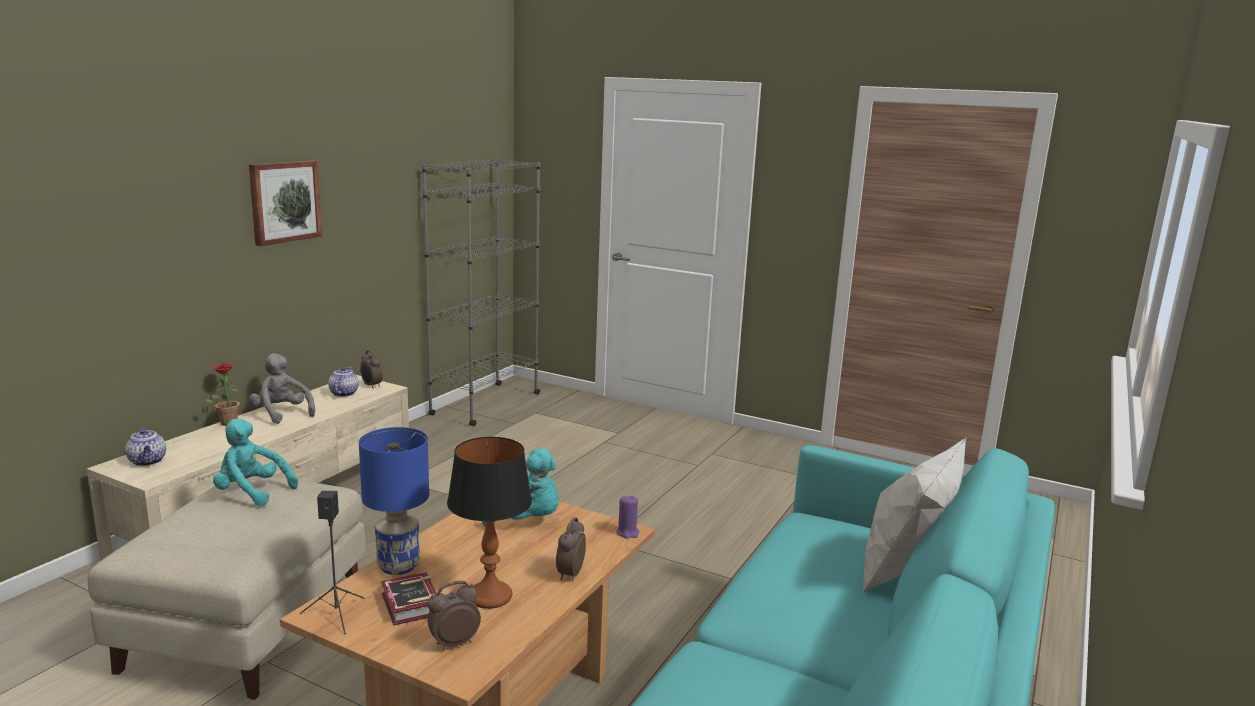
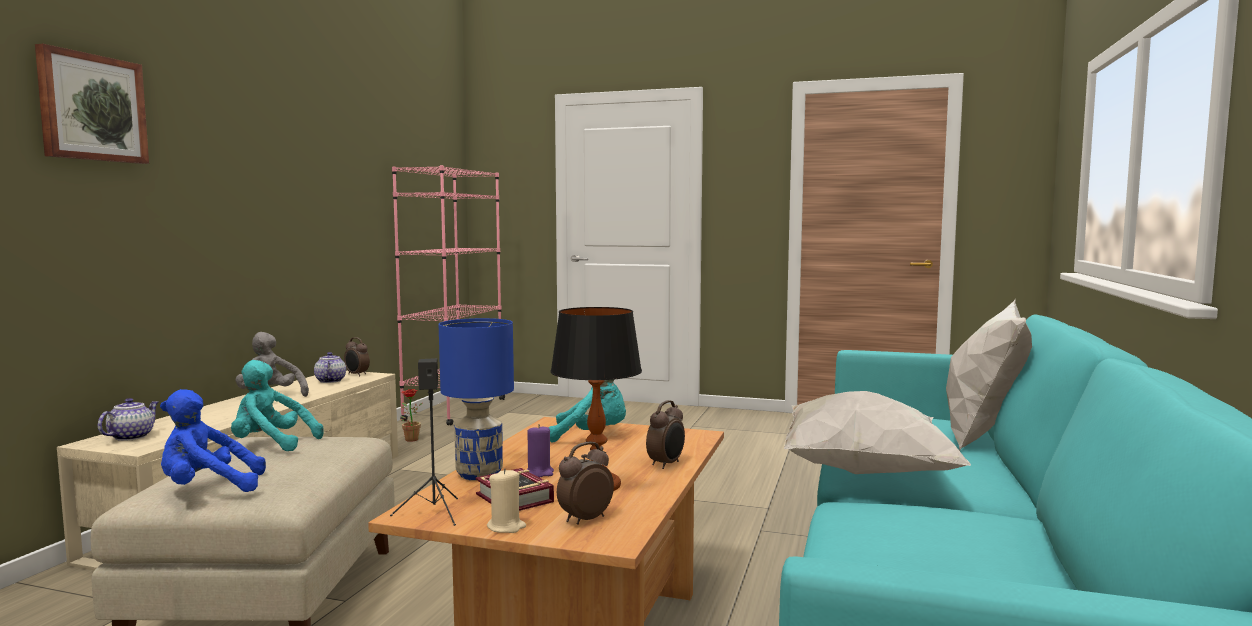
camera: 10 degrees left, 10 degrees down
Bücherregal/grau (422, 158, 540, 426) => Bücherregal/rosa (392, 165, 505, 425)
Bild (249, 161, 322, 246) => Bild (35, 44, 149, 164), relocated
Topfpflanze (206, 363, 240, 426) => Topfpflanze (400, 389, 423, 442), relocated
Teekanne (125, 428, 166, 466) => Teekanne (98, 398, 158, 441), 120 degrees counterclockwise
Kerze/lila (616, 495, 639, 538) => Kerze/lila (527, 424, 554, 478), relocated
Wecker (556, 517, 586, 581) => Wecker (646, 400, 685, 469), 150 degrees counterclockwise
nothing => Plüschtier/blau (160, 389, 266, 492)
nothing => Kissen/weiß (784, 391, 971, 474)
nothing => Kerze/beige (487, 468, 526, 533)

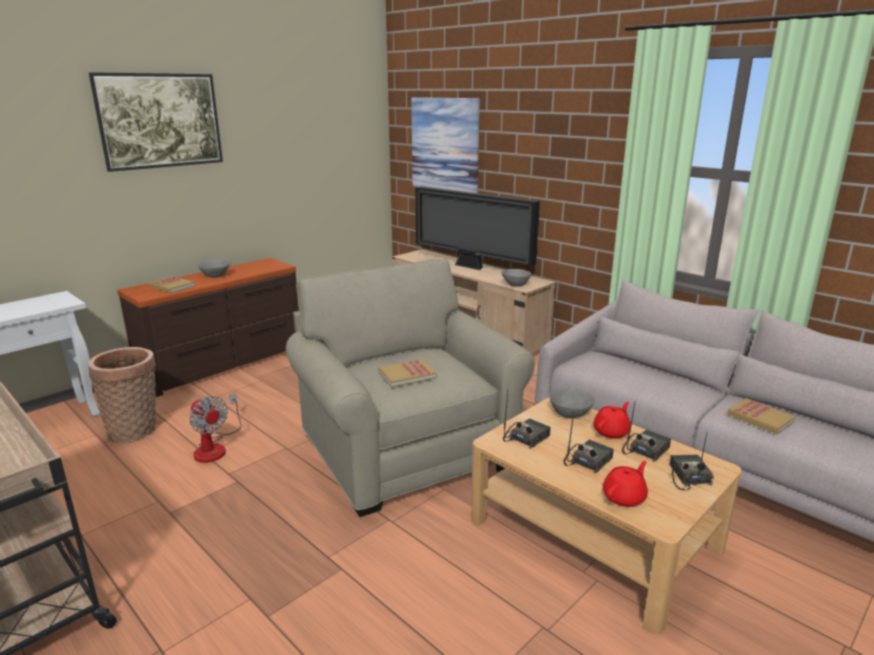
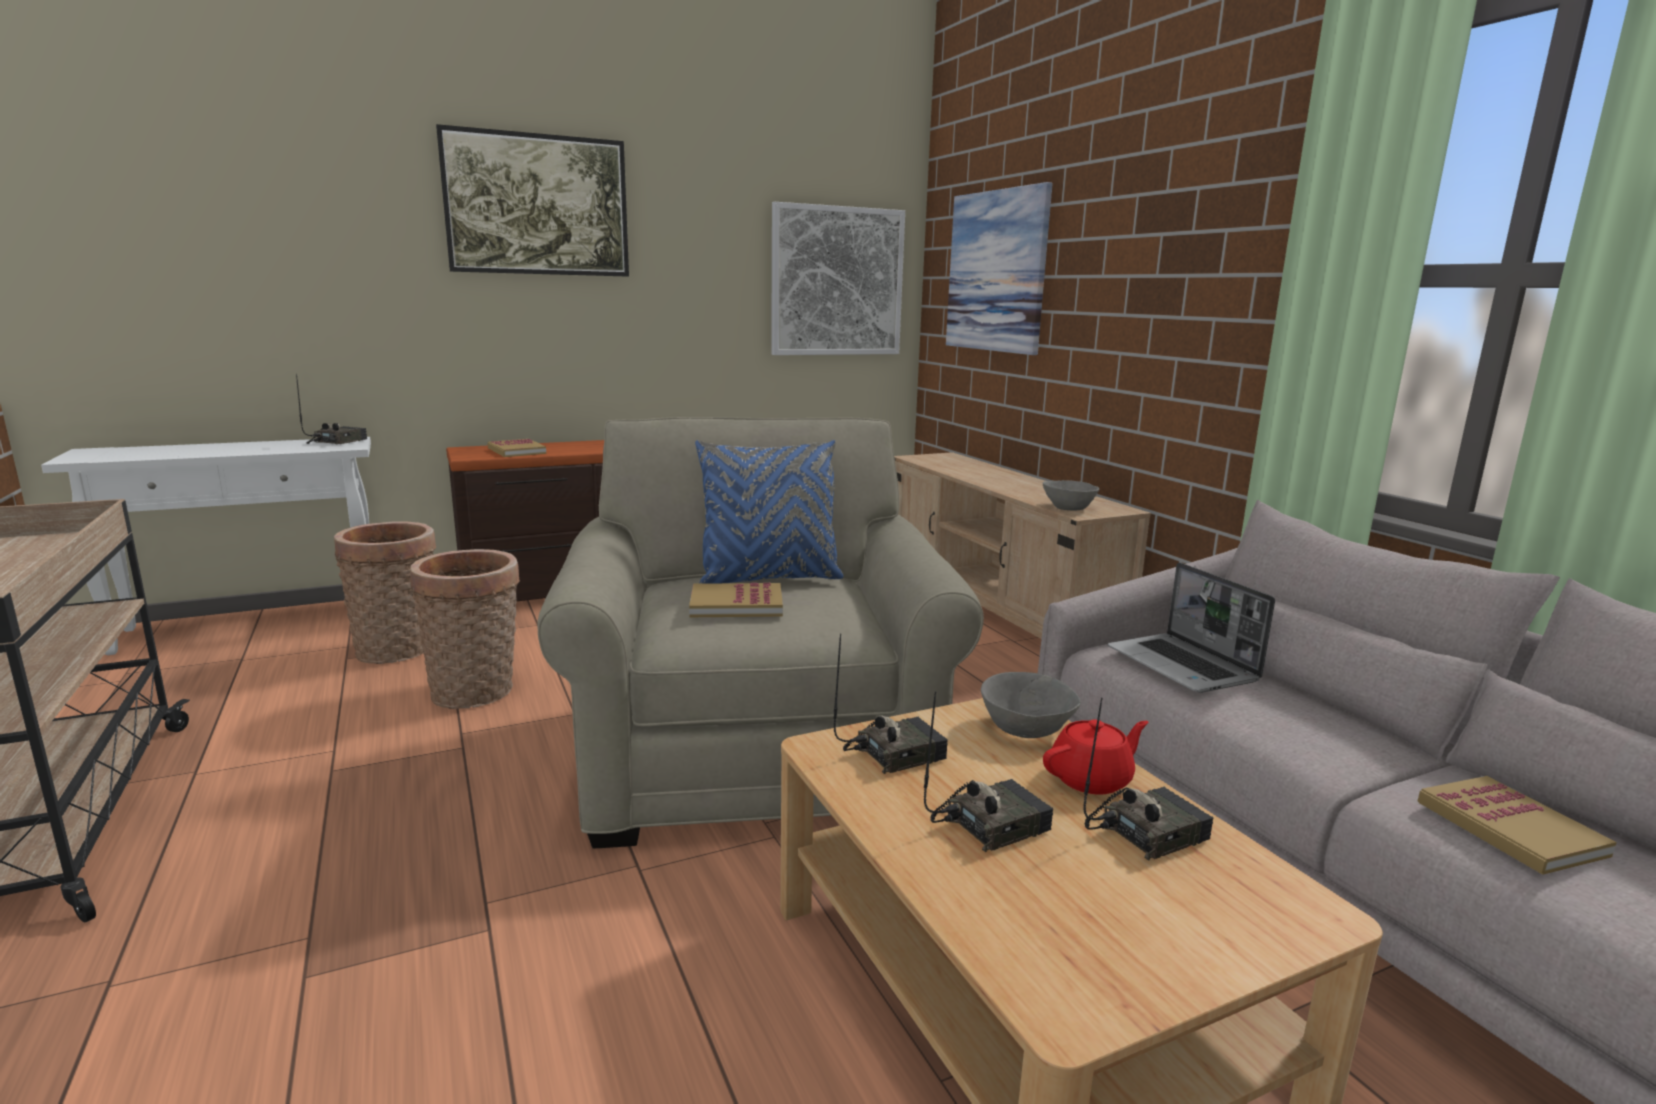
camera: 20 degrees right, 5 degrees down
Fernseher (415, 186, 540, 270) => nothing
Schüssel/grau (198, 259, 230, 277) => nothing
Ventilator (189, 392, 241, 463) => Korb (410, 549, 520, 709)
Radio (670, 433, 714, 491) => Radio (296, 373, 367, 444), relocated
Teekanne/rot (603, 461, 648, 507) => nothing
nothing => Bild (771, 202, 905, 355)
nothing => Kissen/blau (695, 440, 843, 584)
nothing => Laptop (1108, 562, 1275, 693)

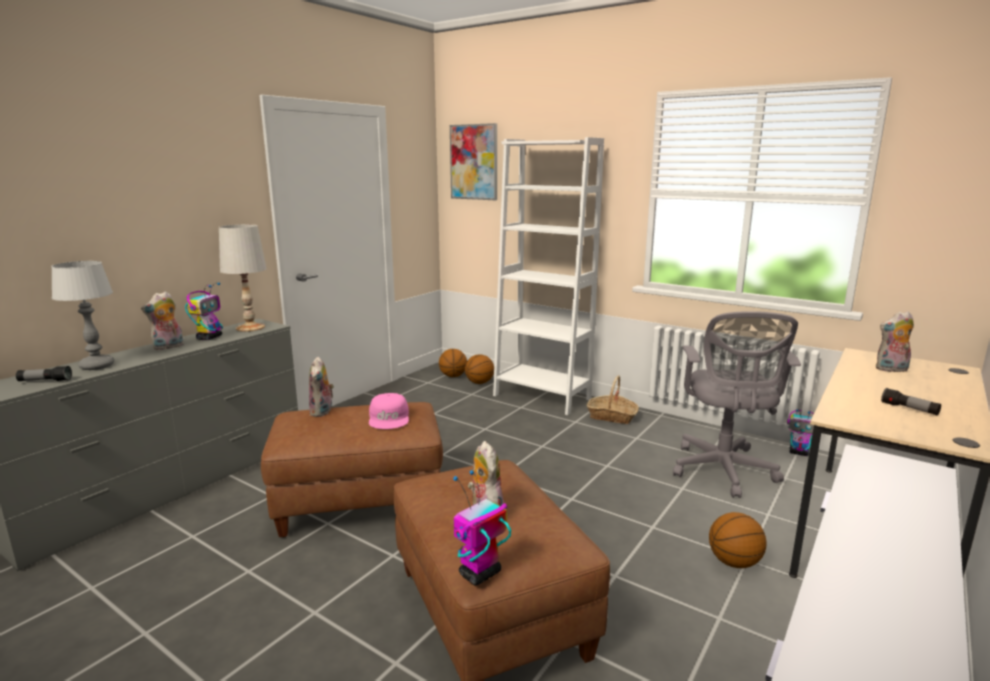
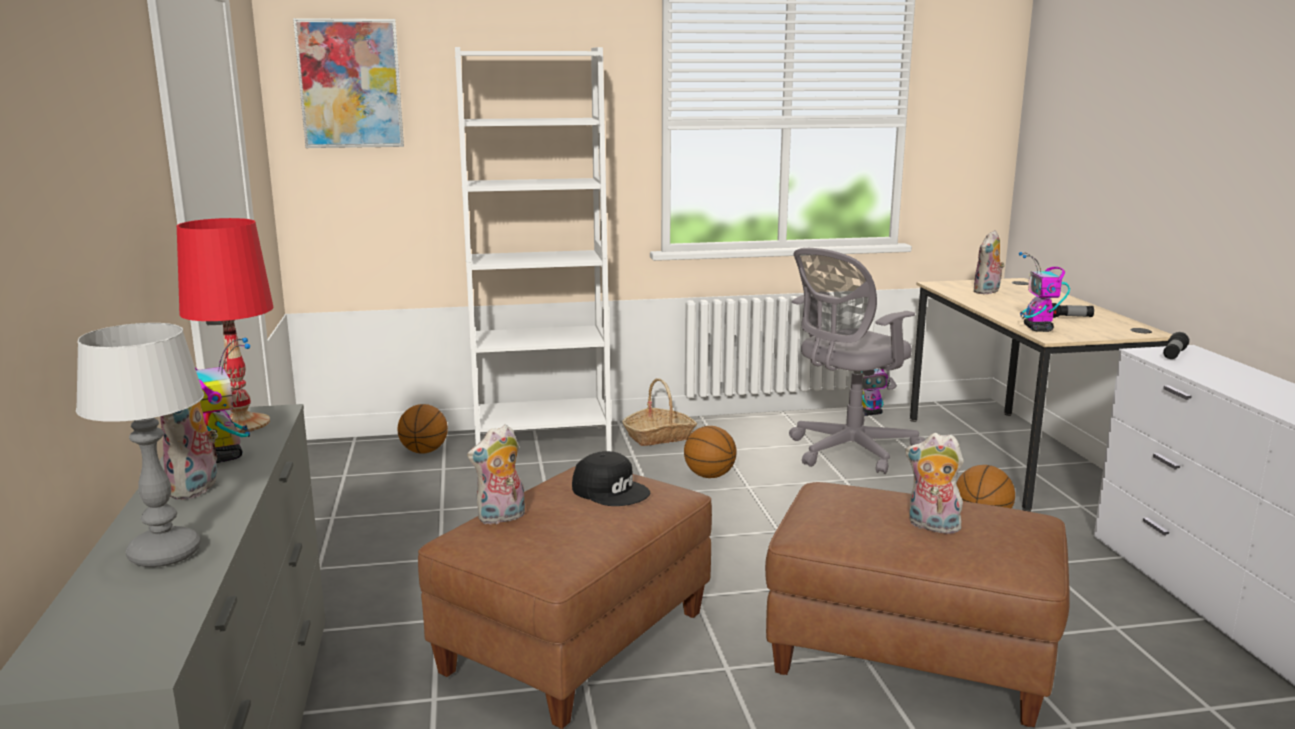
camera: 45 degrees left, 0 degrees up
Tischlampe/weiß (219, 224, 267, 332) => Tischlampe/rot (177, 218, 273, 433)
Bürostuhl/grau (673, 311, 801, 498) => Bürostuhl/grau (789, 248, 926, 474), 90 degrees clockwise
Basketball (439, 349, 467, 377) => Basketball (684, 426, 737, 478), relocated
Plüschtier (309, 357, 334, 417) => Plüschtier (467, 424, 525, 524), 105 degrees clockwise
Taschenlampe (16, 366, 72, 381) => Taschenlampe (1163, 332, 1190, 359), relocated
Kappe/rosa (369, 393, 409, 429) => Kappe/schwarz (572, 451, 650, 506)
Spielzeugroboter (453, 470, 511, 585) => Spielzeugroboter (1019, 252, 1070, 332), relocated

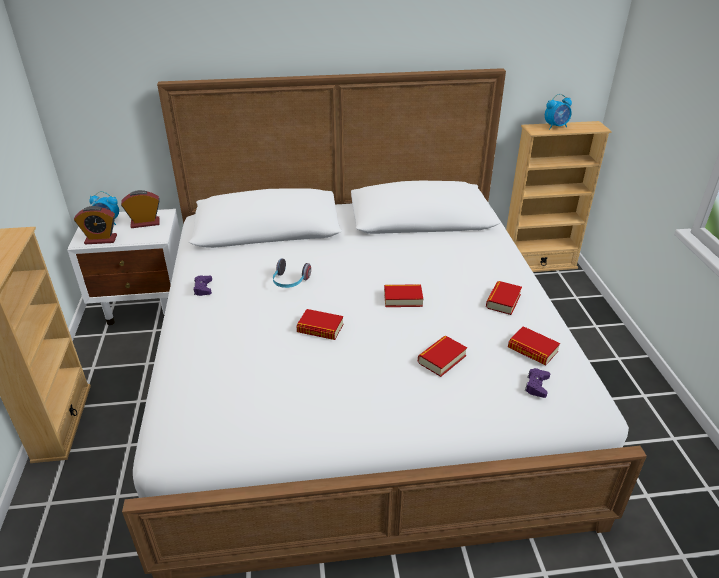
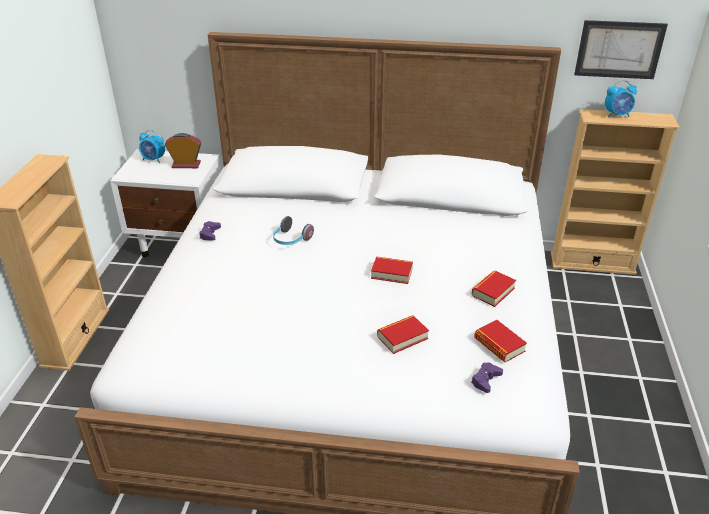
camera: 15 degrees right, 0 degrees up
Wecker (74, 206, 117, 244) => nothing
Buch (297, 309, 343, 340) => nothing
nothing => Bild (574, 20, 668, 79)

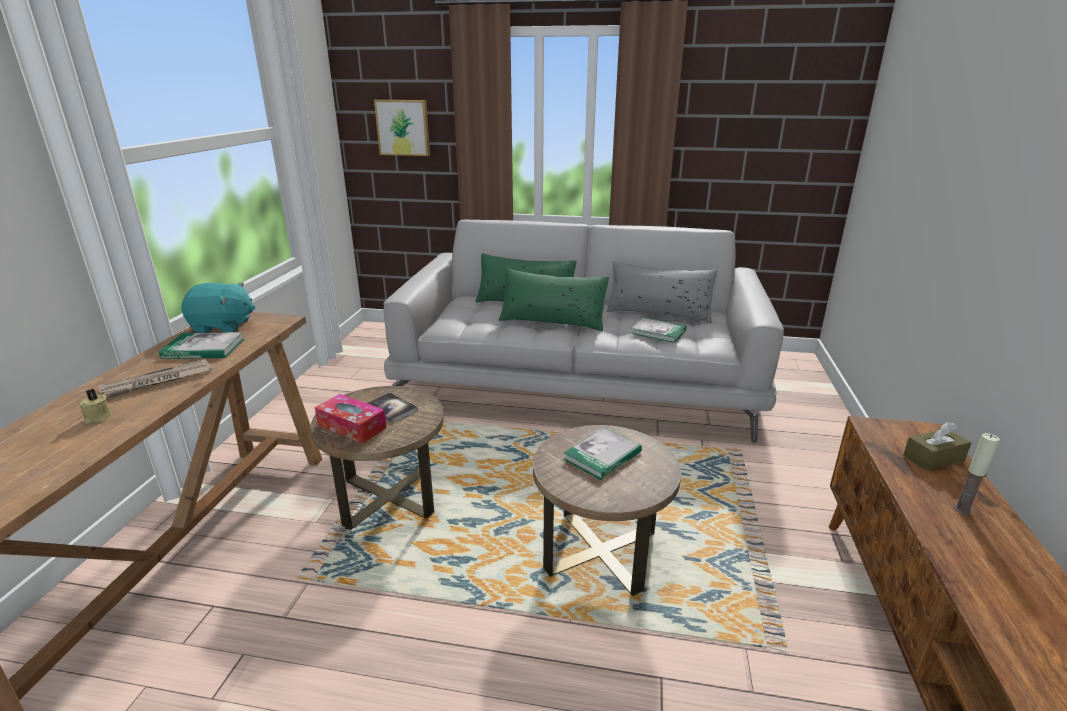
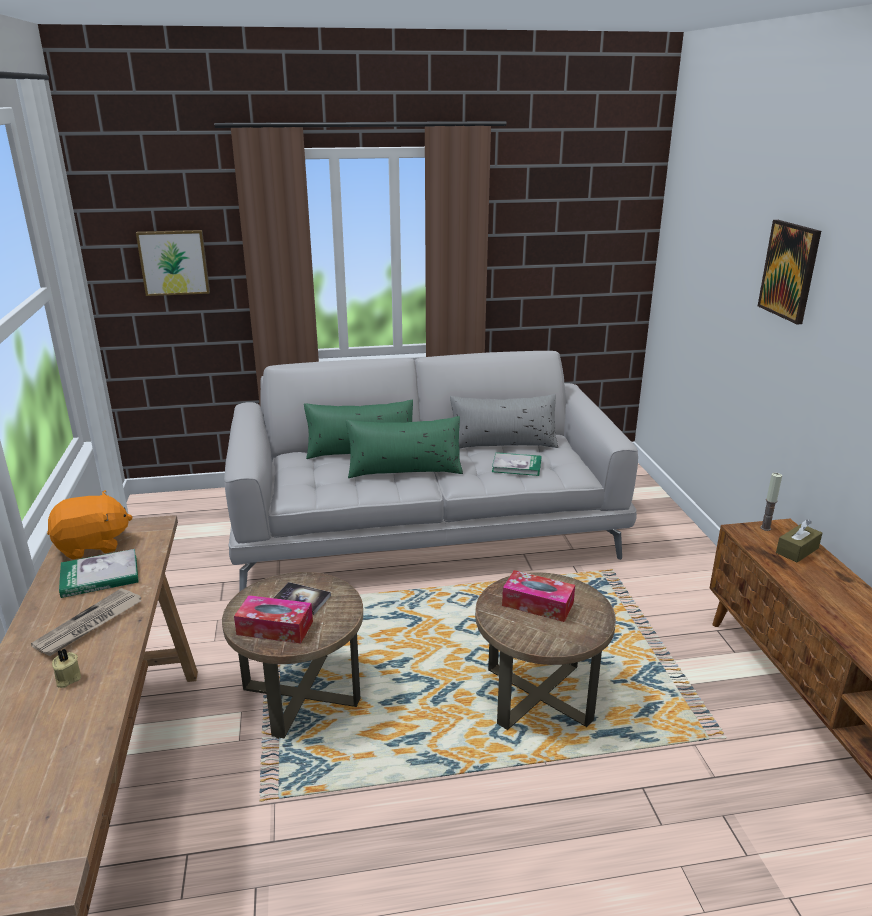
camera: 20 degrees left, 0 degrees up
Plüschtier/türkis (181, 282, 255, 333) => Plüschtier/orange (47, 490, 133, 559)
Buch (563, 428, 642, 480) => Taschentuchbox (502, 570, 575, 622)
Kerze (954, 433, 1000, 515) => Kerze (760, 473, 782, 531), relocated
nothing => Bild (758, 220, 821, 324)

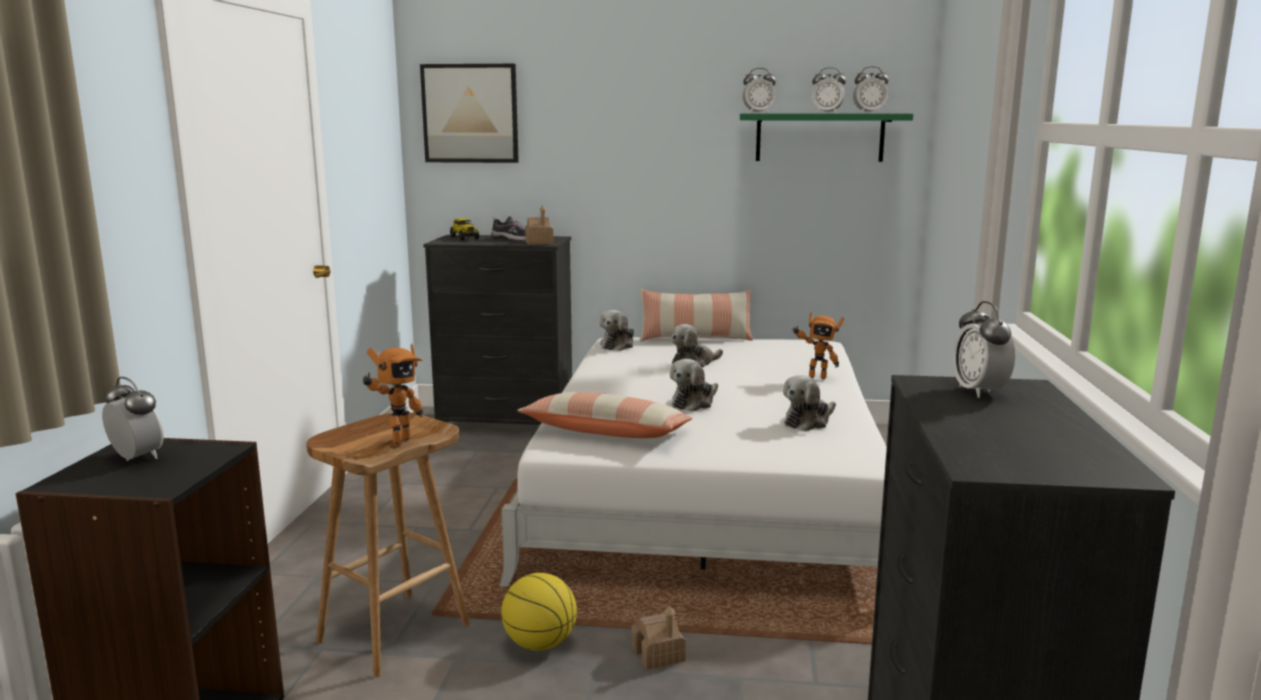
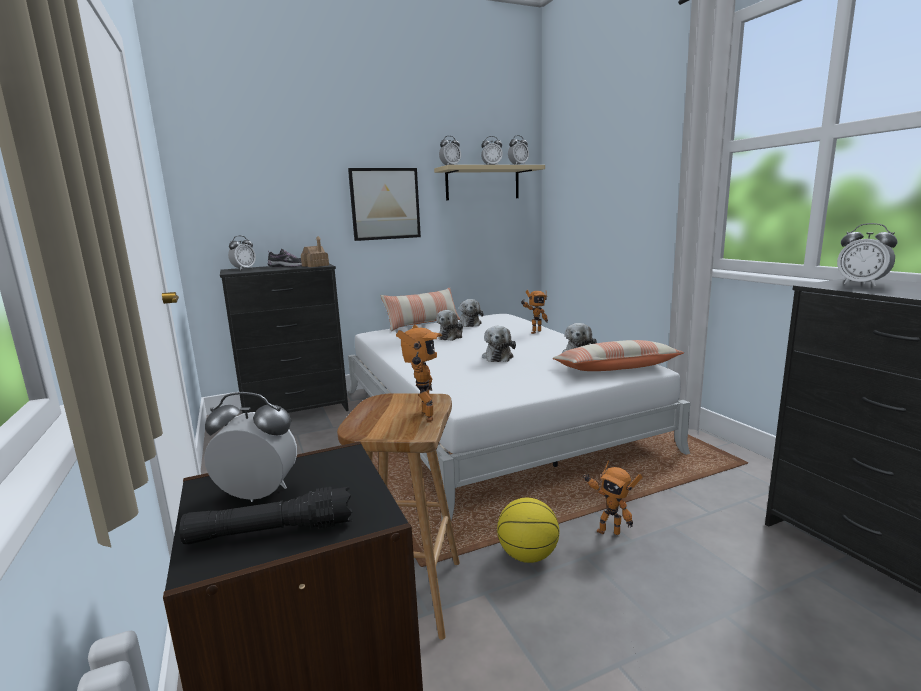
camera: 30 degrees left, 0 degrees up
Bild (420, 64, 519, 163) => Bild (348, 168, 421, 241), relocated
Wandregal/grün (740, 114, 913, 162) => Wandregal/beige (434, 165, 545, 200)
Spielzeuglaster (450, 218, 479, 240) => Wecker (228, 236, 256, 270)
Plüschtier (600, 310, 634, 351) => Plüschtier (458, 299, 484, 327), relocated
Kissen (517, 392, 693, 438) => Kissen (553, 340, 684, 371), relocated
Spielzeughaus (632, 605, 686, 670) => Spielzeugroboter (583, 460, 643, 535)
nothing => Taschenlampe/schwarz (180, 487, 352, 545)

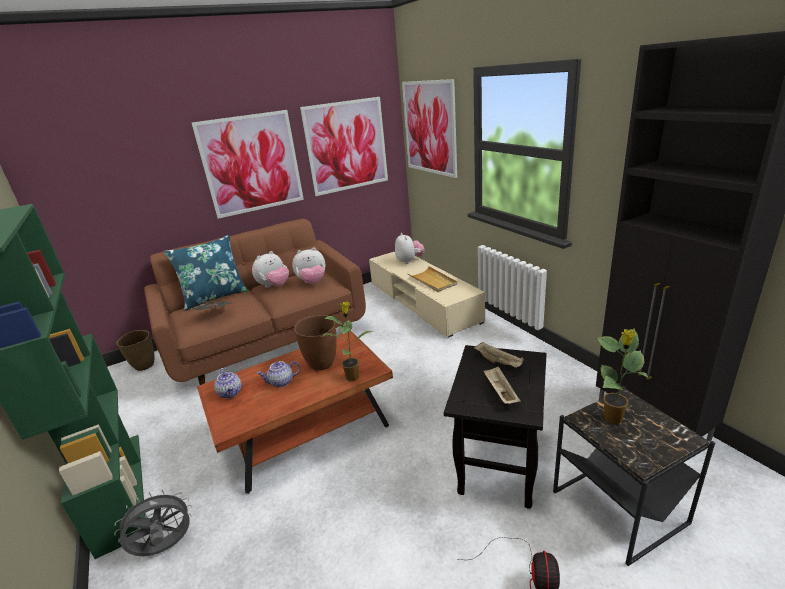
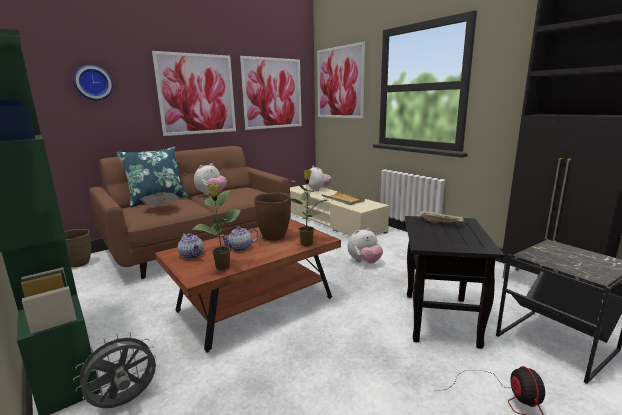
camera: 10 degrees left, 10 degrees down
Plüschtier (292, 247, 326, 284) => Plüschtier (347, 228, 383, 264), relocated
Topfpflanze (597, 328, 648, 424) => Topfpflanze (191, 184, 241, 270), relocated
Tablett/beige (483, 366, 520, 404) => nothing
nothing => Wanduhr (74, 65, 113, 100)

